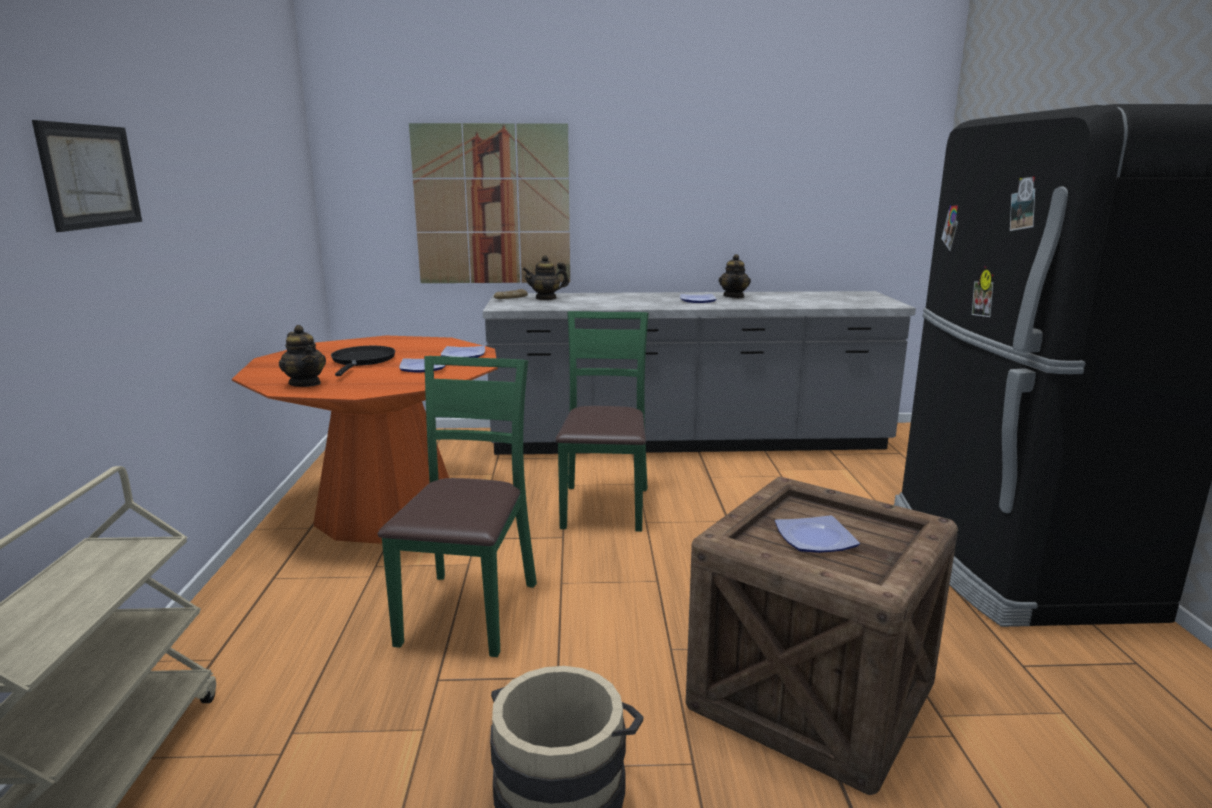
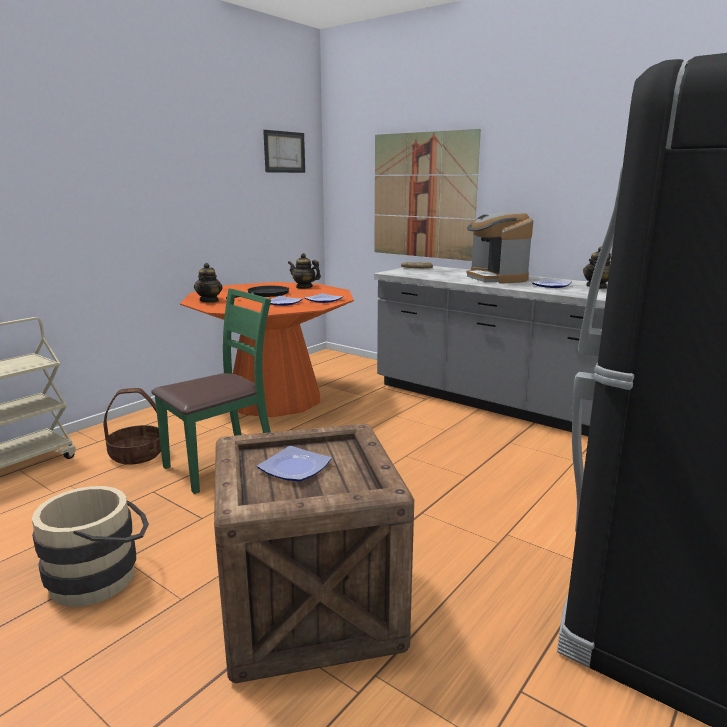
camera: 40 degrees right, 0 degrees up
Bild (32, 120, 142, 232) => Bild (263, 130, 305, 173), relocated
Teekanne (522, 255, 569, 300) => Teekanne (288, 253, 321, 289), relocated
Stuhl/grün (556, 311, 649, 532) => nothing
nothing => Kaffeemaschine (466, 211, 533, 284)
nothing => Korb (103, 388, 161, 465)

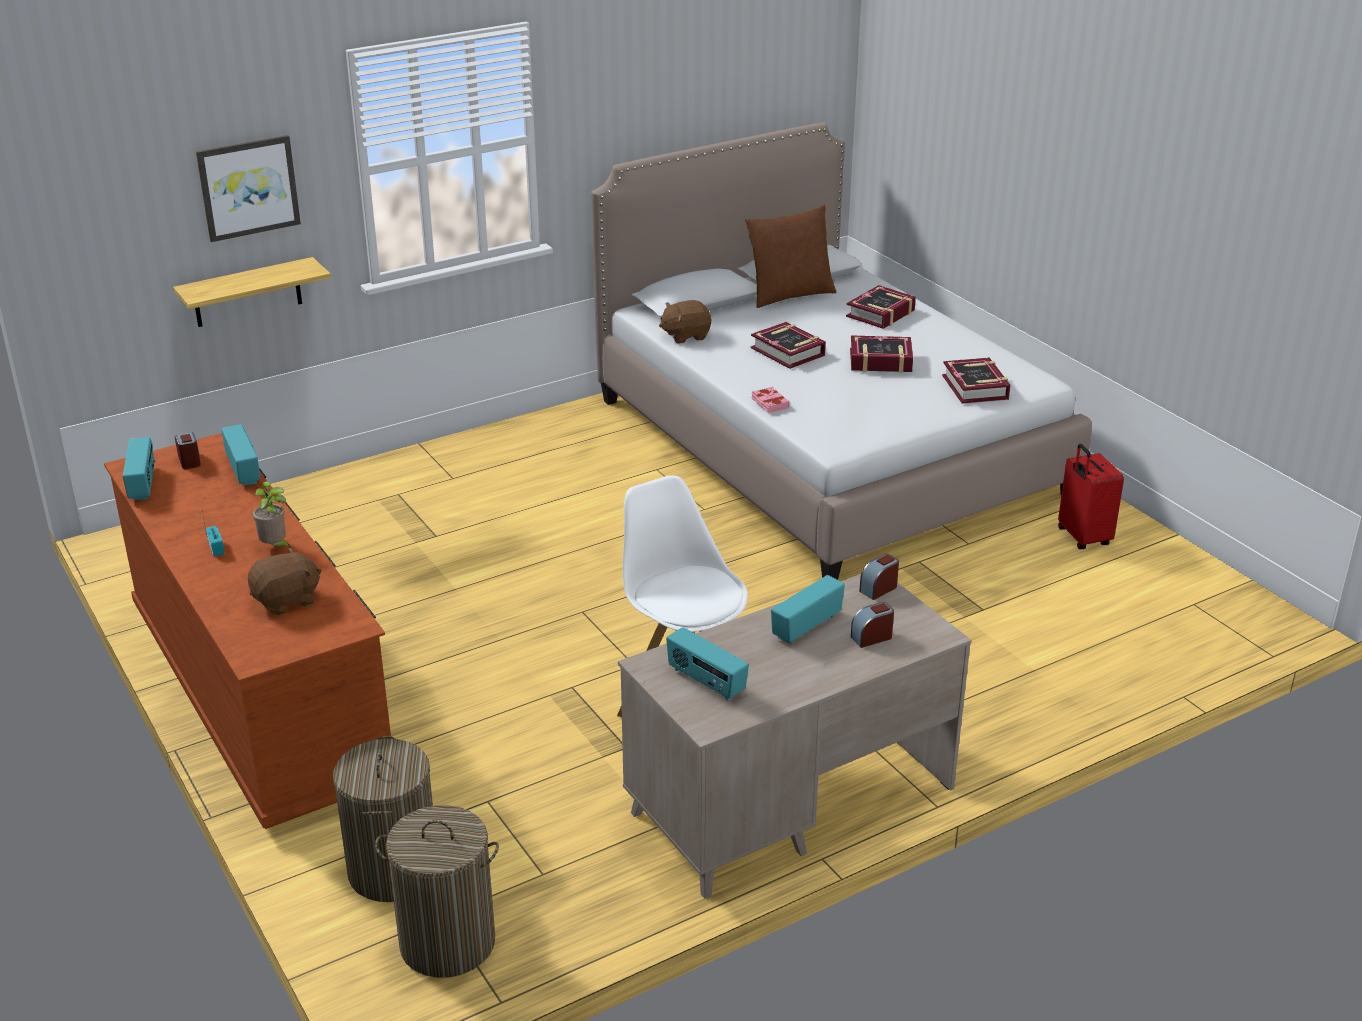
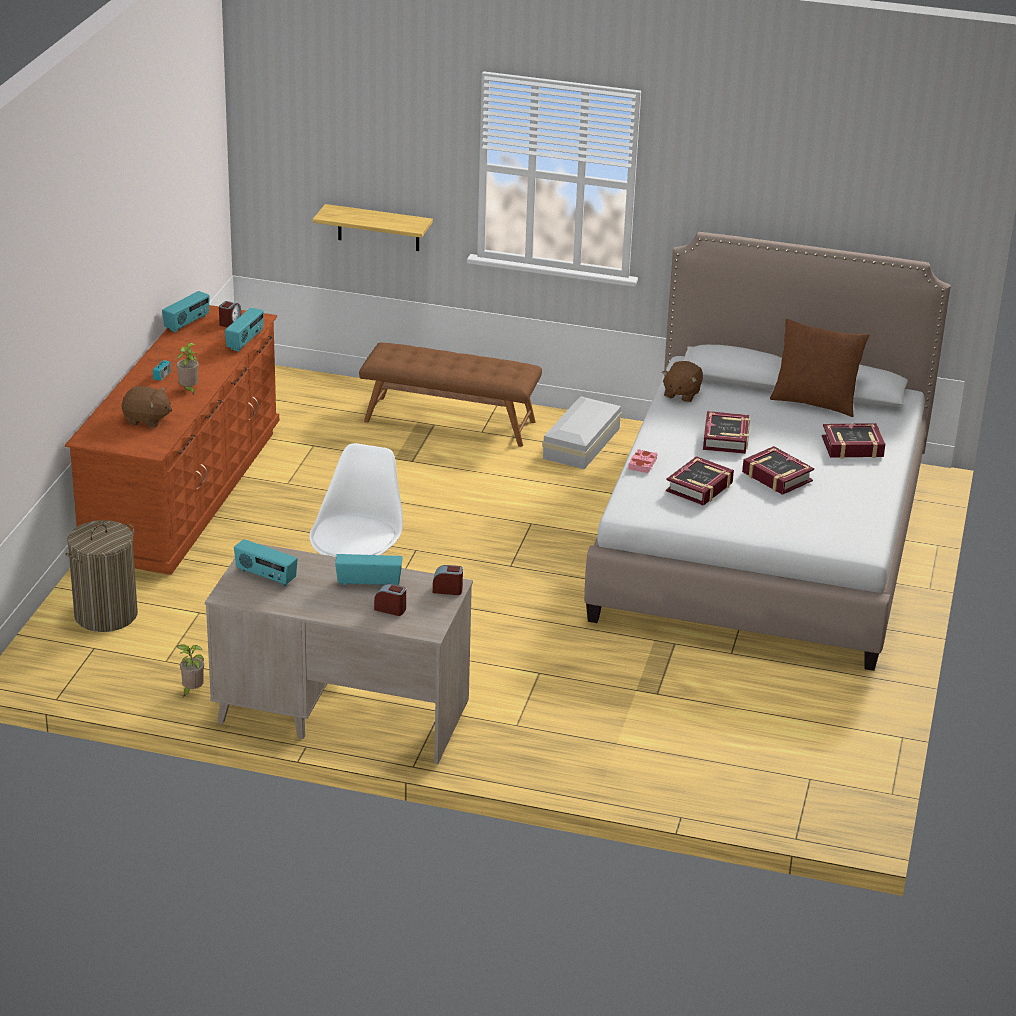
camera: 45 degrees right, 0 degrees up
Bild (196, 135, 301, 242) => nothing
Plüschtier/braun (659, 300, 711, 344) => Plüschtier/braun (662, 361, 703, 402), 90 degrees counterclockwise
Buch (942, 358, 1011, 404) => Buch (666, 456, 734, 506), relocated
Koffer/rot (1058, 444, 1124, 549) => nothing
Radio (666, 627, 749, 701) => Radio (234, 539, 298, 587), 60 degrees counterclockwise
Wäschekorb (375, 805, 499, 978) => nothing
nothing => Bank/braun (359, 342, 542, 447)
nothing => Aufbewahrungsbox/weiß (542, 396, 622, 469)
nothing => Topfpflanze (177, 644, 204, 697)

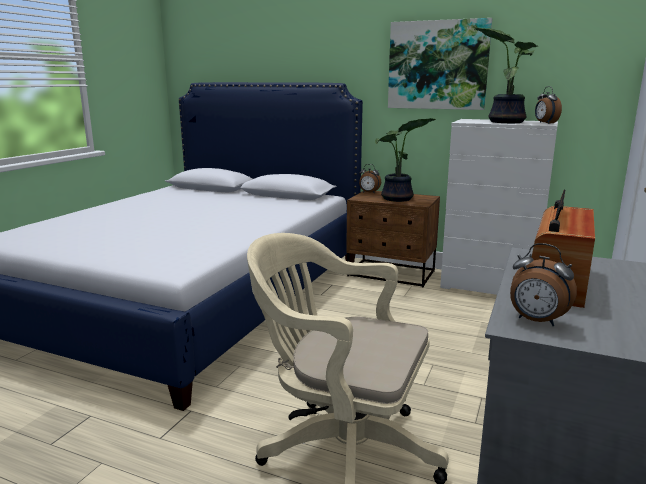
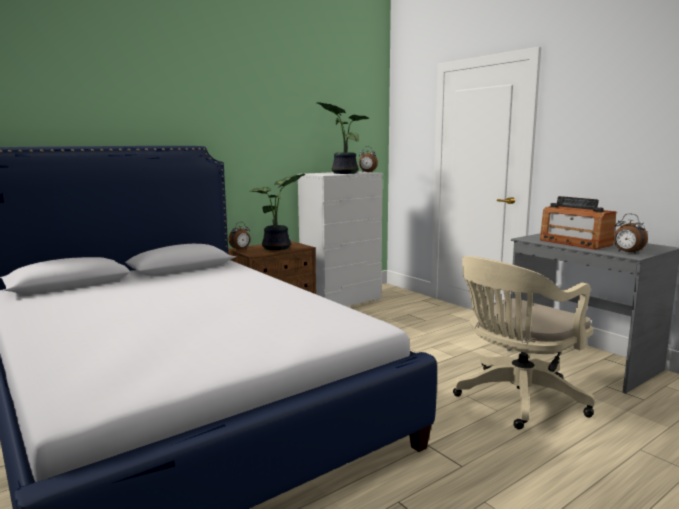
camera: 60 degrees left, 5 degrees down
Bild (388, 18, 492, 110) => nothing
Wecker (510, 243, 577, 326) => Wecker (614, 214, 648, 254), 75 degrees clockwise

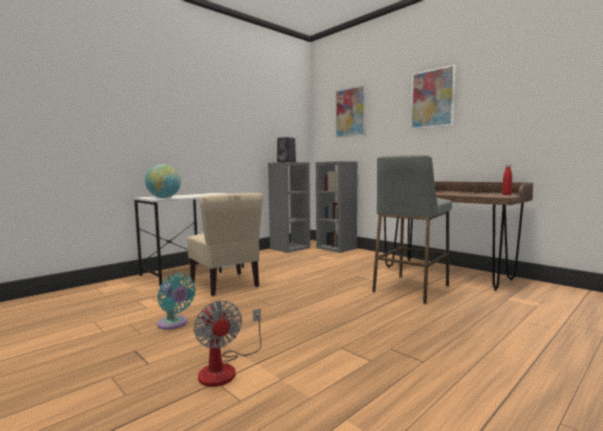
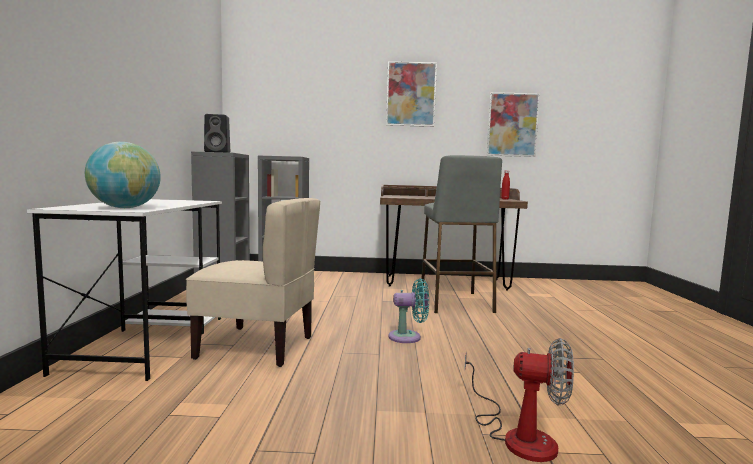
camera: 45 degrees left, 0 degrees up
Bild (336, 85, 366, 137) => Bild (487, 92, 540, 157), relocated
Ventilator/türkis (157, 273, 196, 330) => Ventilator/türkis (388, 278, 429, 343), relocated

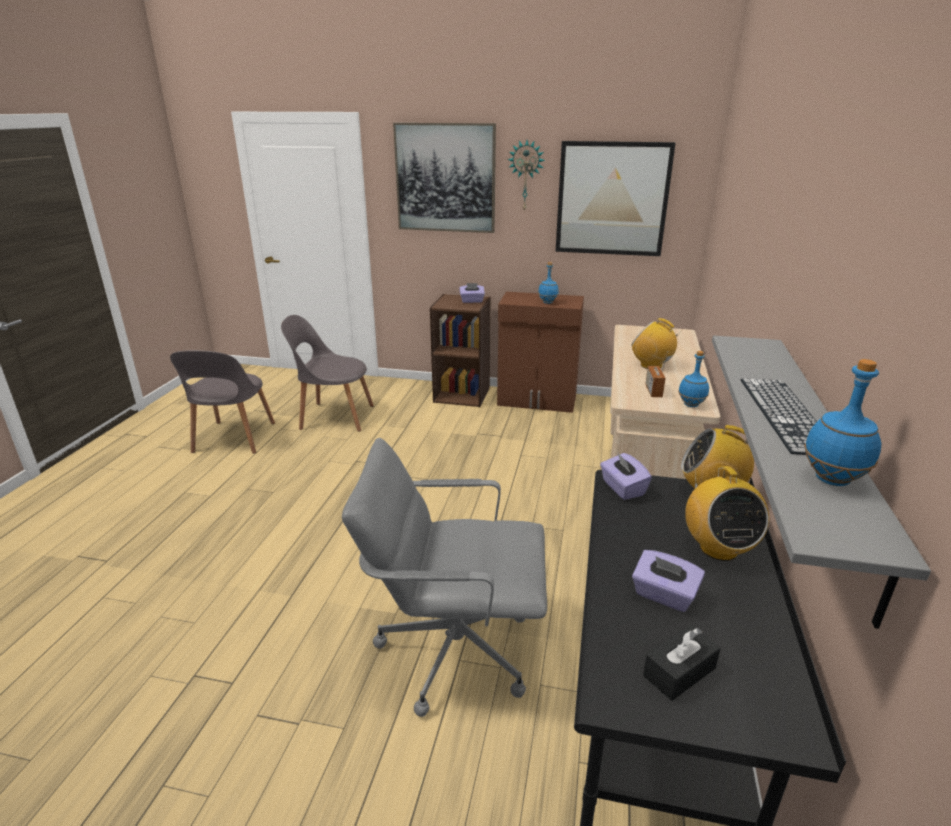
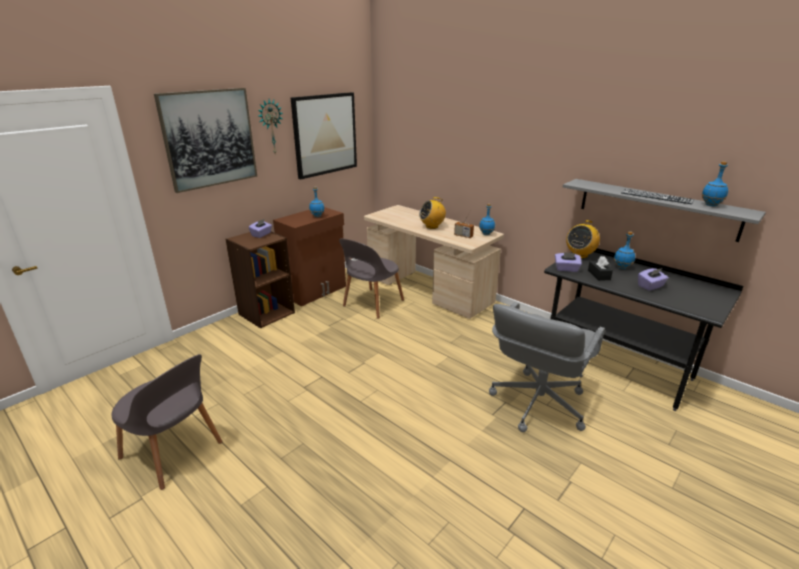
camera: 60 degrees left, 0 degrees up
Stuhl/grau (281, 315, 374, 432) => Stuhl/grau (339, 239, 404, 319), relocated
Radio (685, 466, 769, 561) => Flasche/blau (614, 231, 635, 269)
Taschentuchbox/schwarz (643, 625, 721, 701) => Taschentuchbox/schwarz (588, 256, 613, 281), relocated

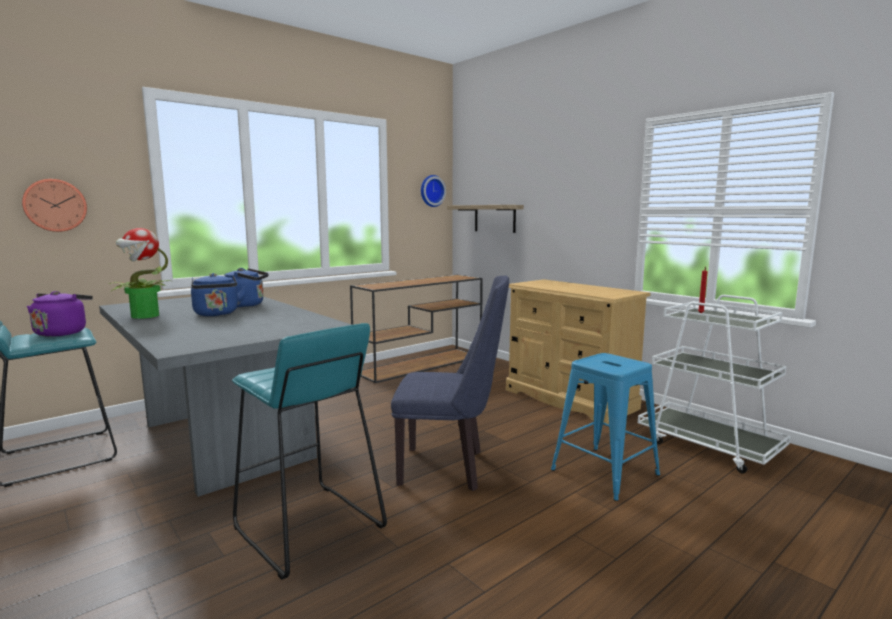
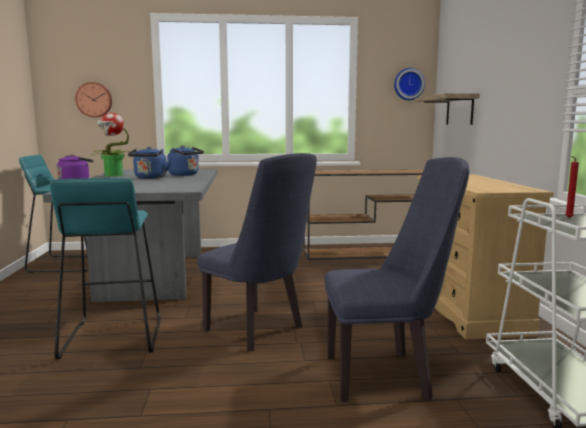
camera: 35 degrees right, 0 degrees up
Hocker/blau (551, 353, 660, 501) => Stuhl/blau (324, 157, 469, 402)

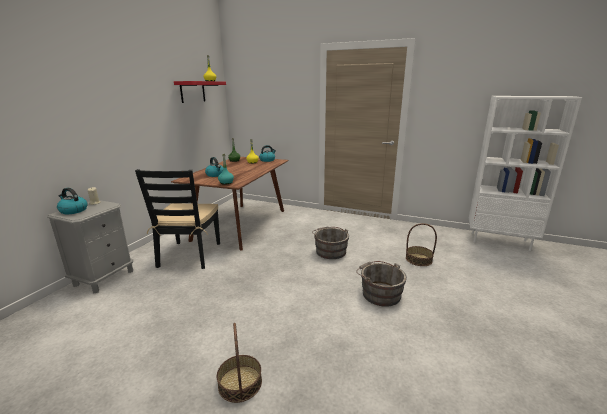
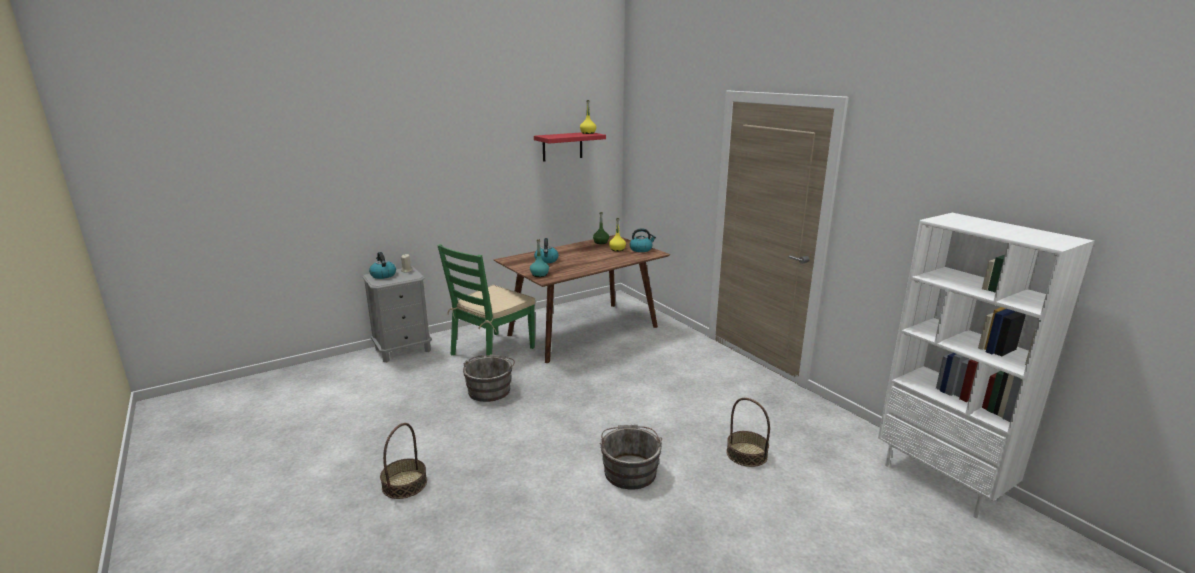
camera: 35 degrees right, 0 degrees up
Stuhl/schwarz (135, 169, 220, 269) => Stuhl/grün (437, 244, 535, 357)
Eimer/grau (312, 226, 349, 259) => Eimer/grau (463, 354, 515, 402), relocated

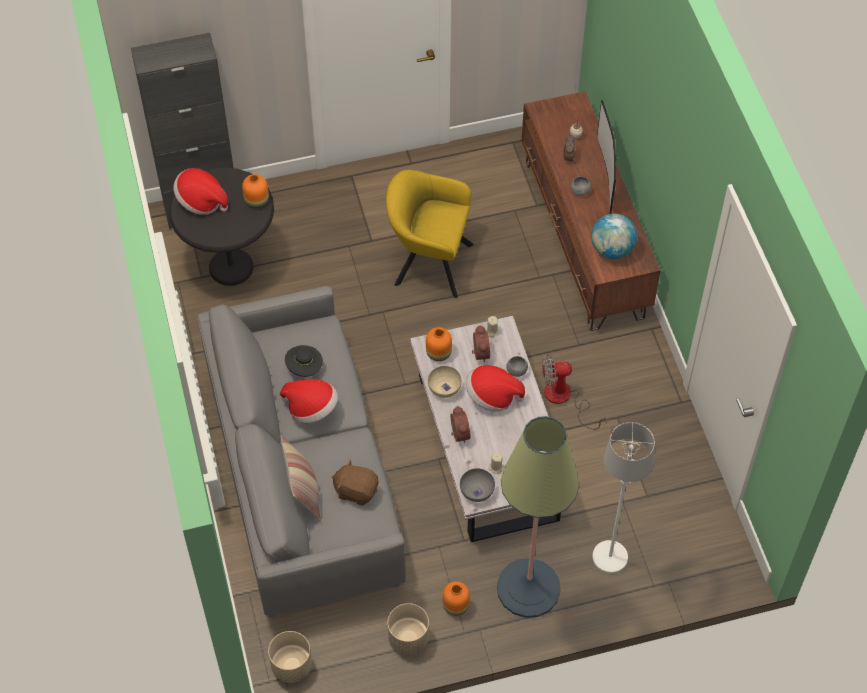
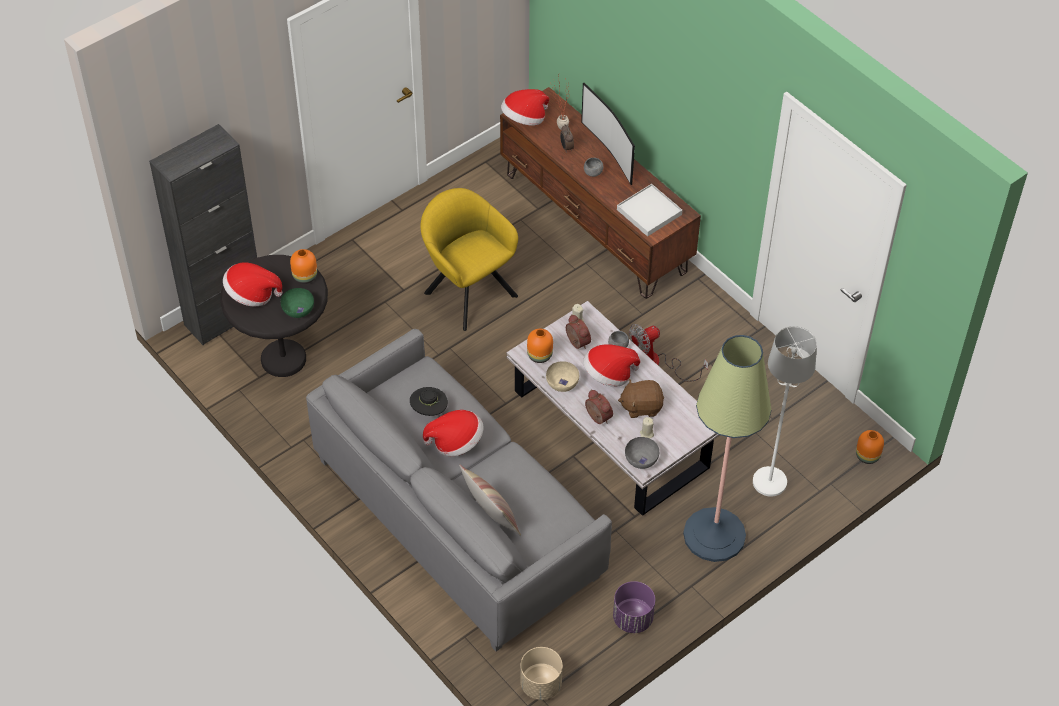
camera: 25 degrees left, 5 degrees down
Sessel/gelb (386, 170, 473, 298) => Sessel/gelb (420, 188, 518, 331), 60 degrees clockwise
Globus (591, 213, 637, 259) => Tablett/weiß (617, 184, 683, 237)
Plüschtier/braun (332, 460, 379, 506) => Plüschtier/braun (618, 379, 664, 418), relocated
Vase/orange (442, 581, 470, 616) => Vase/orange (856, 430, 884, 464), relocated
Pflanzkübel/beige (387, 603, 429, 655) => Pflanzkübel/lila (613, 581, 655, 633)
nothing => Hut (501, 89, 549, 126)
nothing => Schüssel/grün (281, 288, 314, 318)

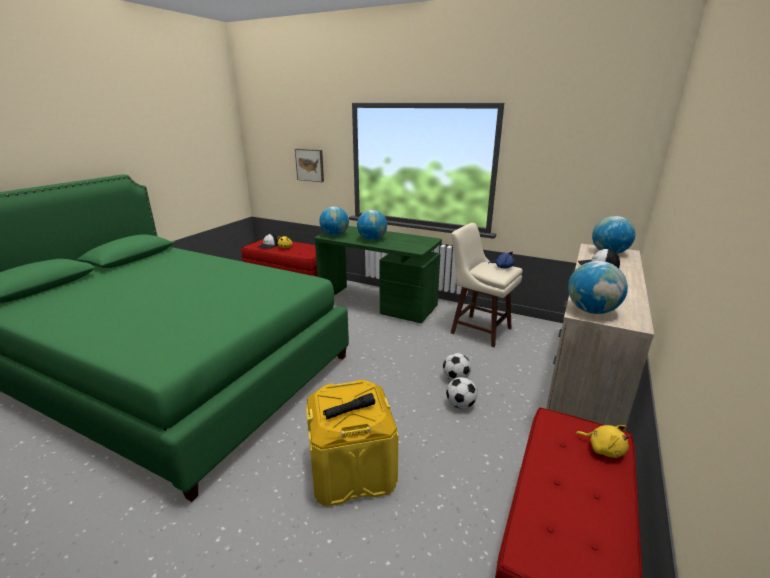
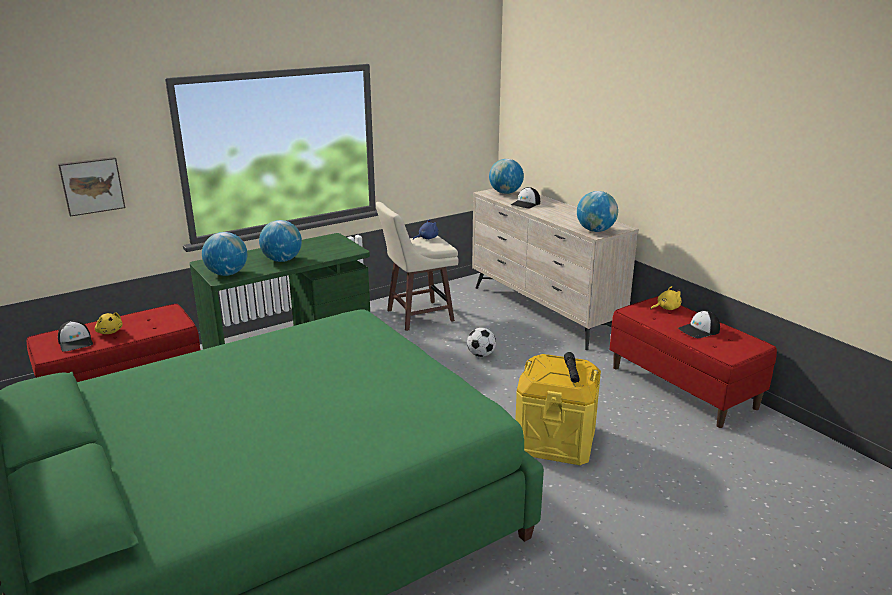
camera: 60 degrees left, 0 degrees up
Fußball (446, 377, 478, 409) => nothing
nothing => Kappe (678, 310, 720, 338)

